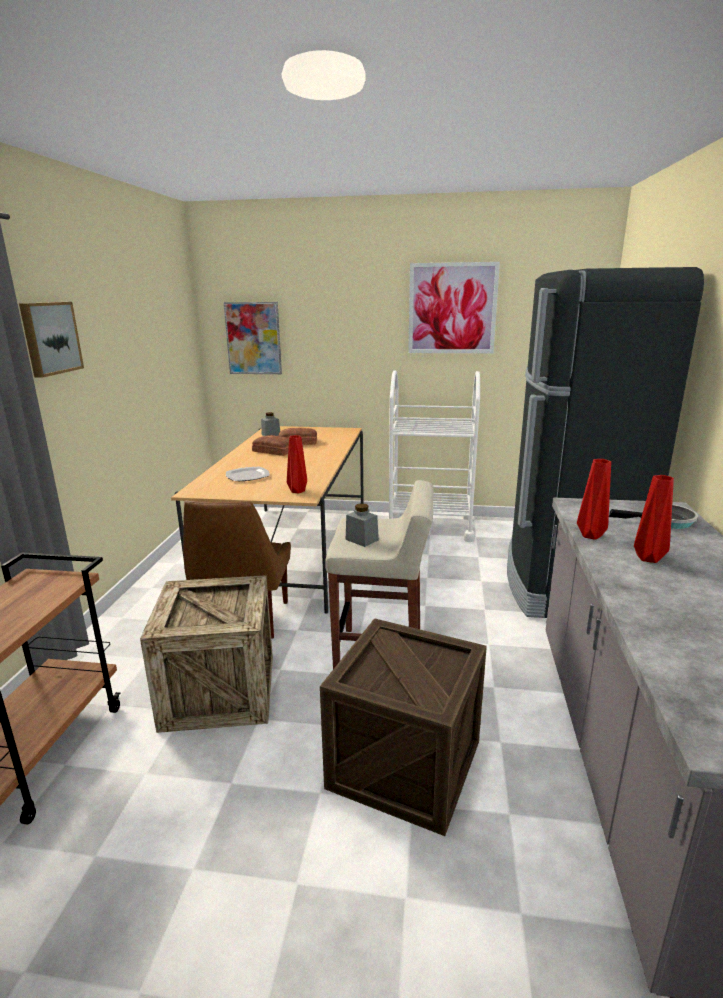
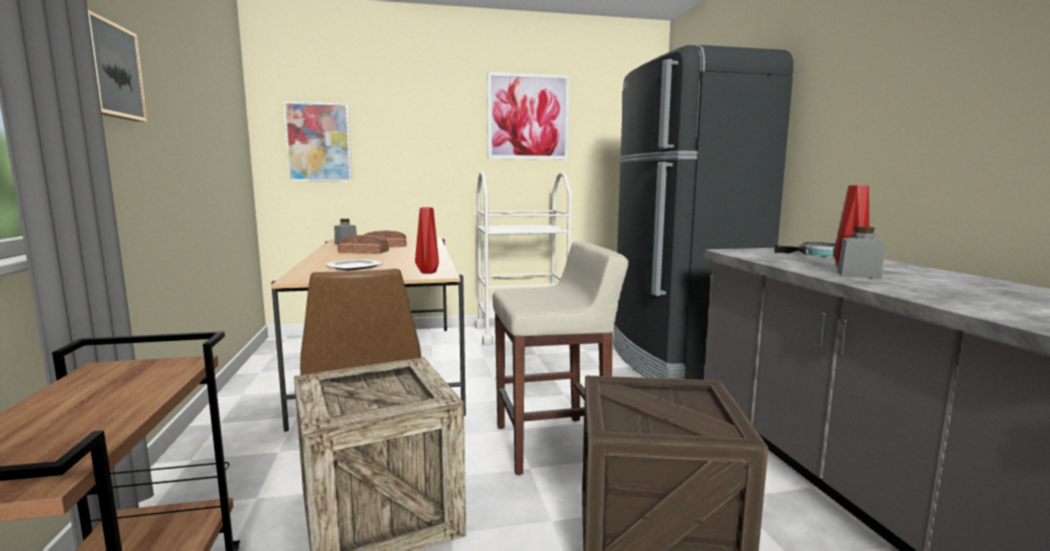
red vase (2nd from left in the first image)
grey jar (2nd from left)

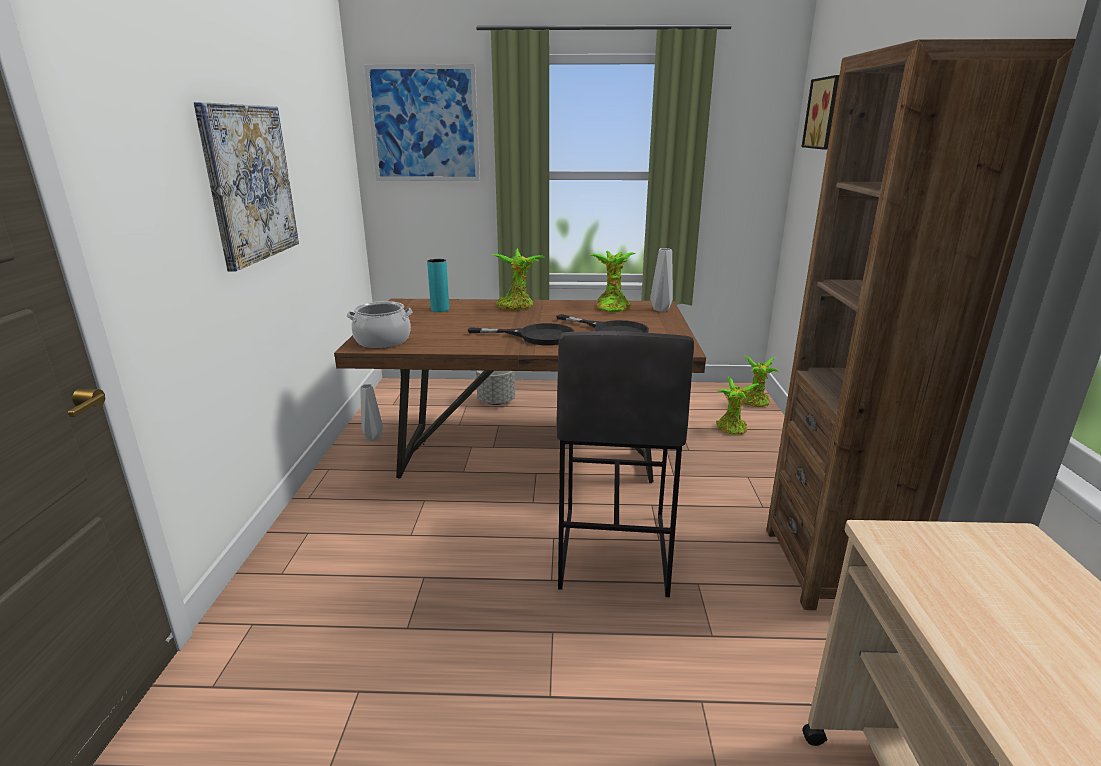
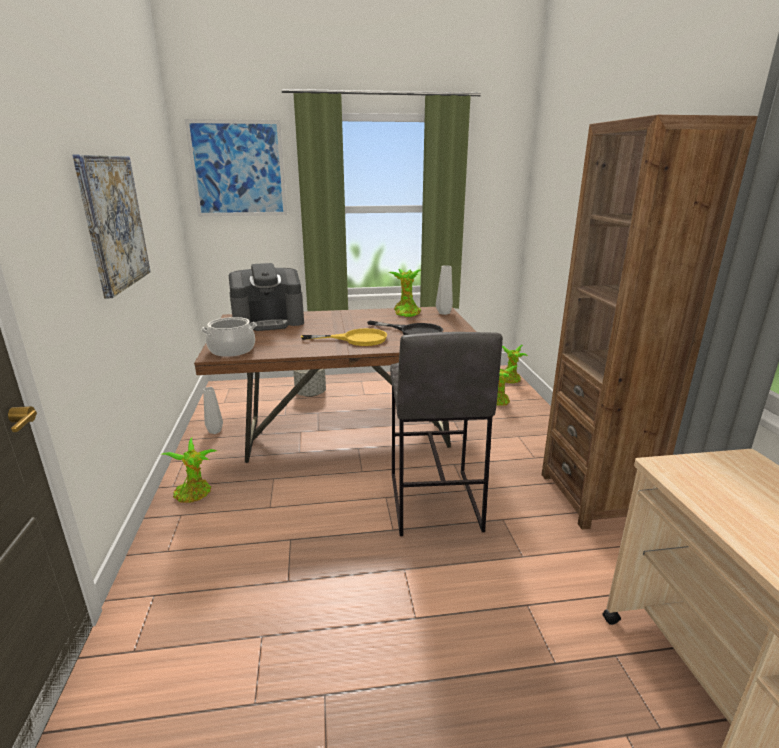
picture (3rd from left in the first image)
potted plant (1st from left)
coffee machine
yellow frying pan

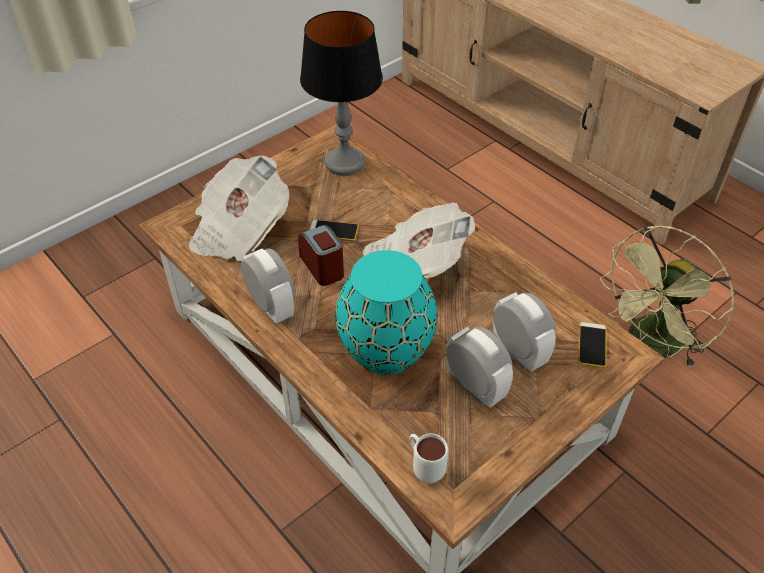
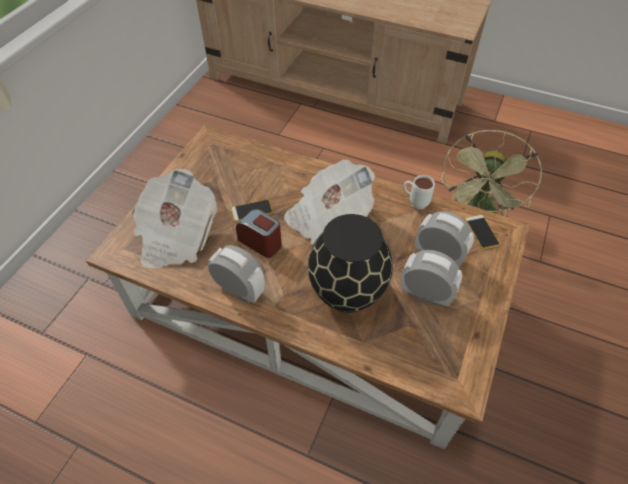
table lamp
black vase
white mug

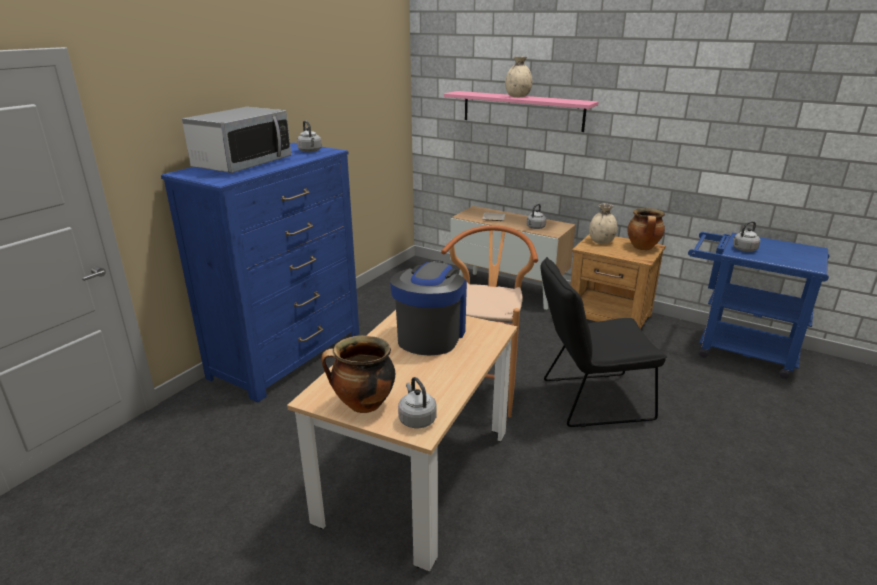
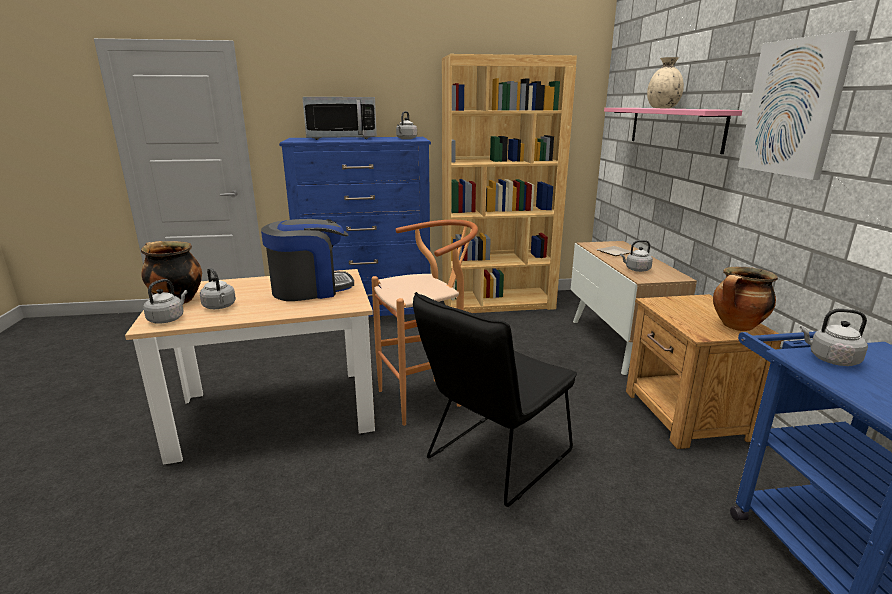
beige vase (2nd from left in the first image)
black chair
picture
brown bookcase
grey kettle (2nd from left)

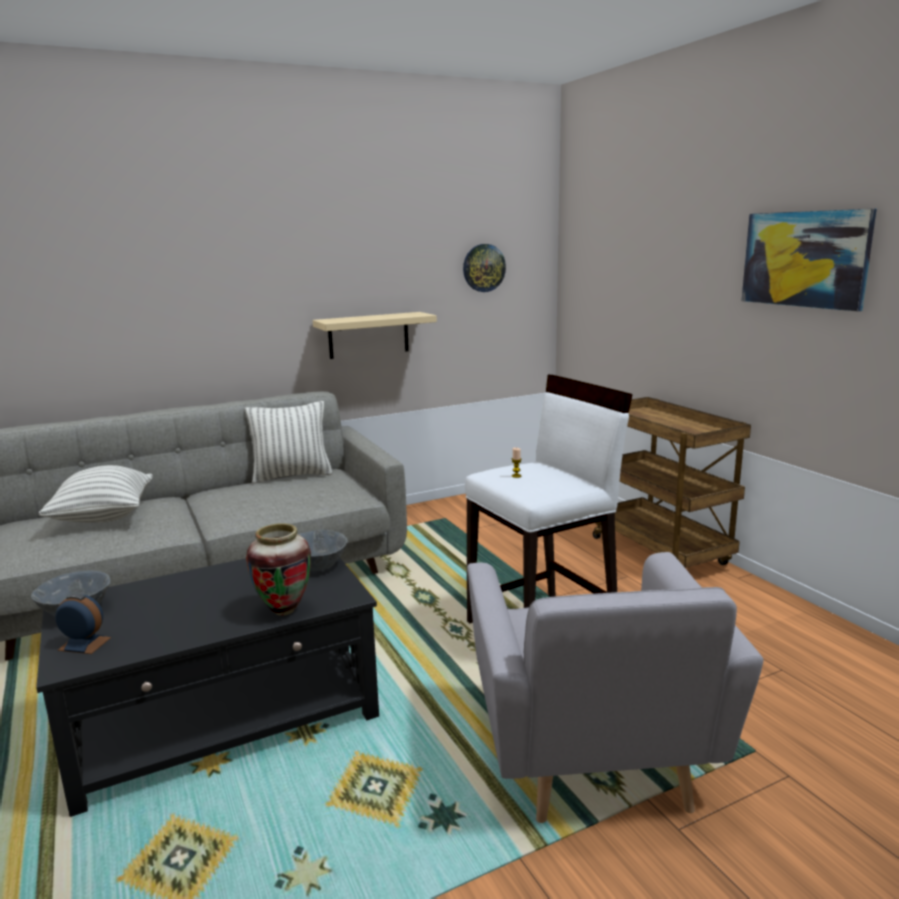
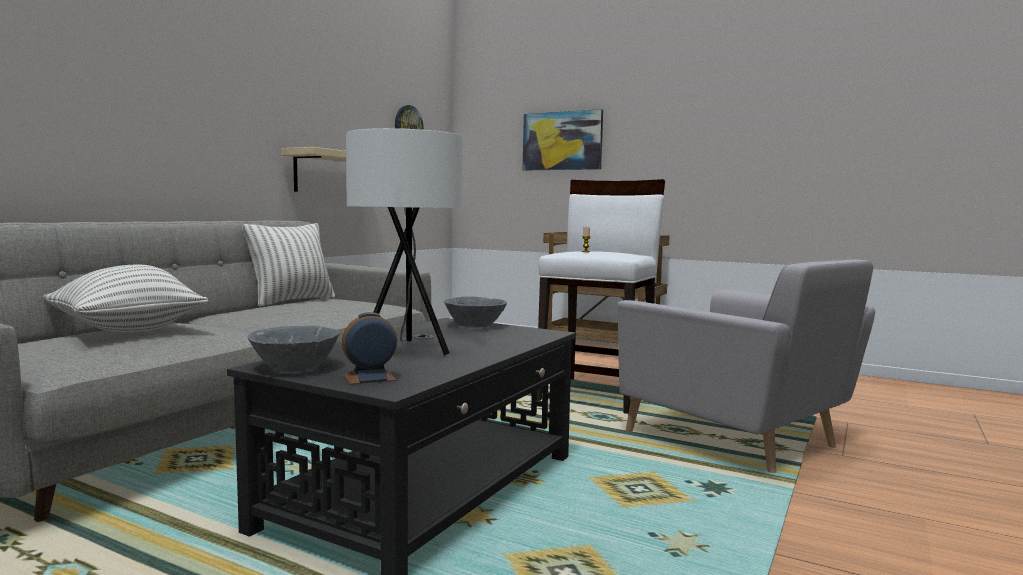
picture
vase
white table lamp

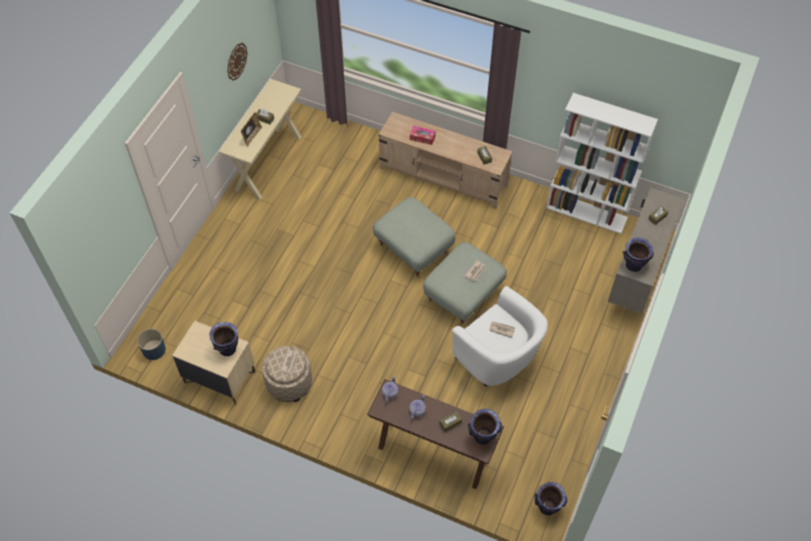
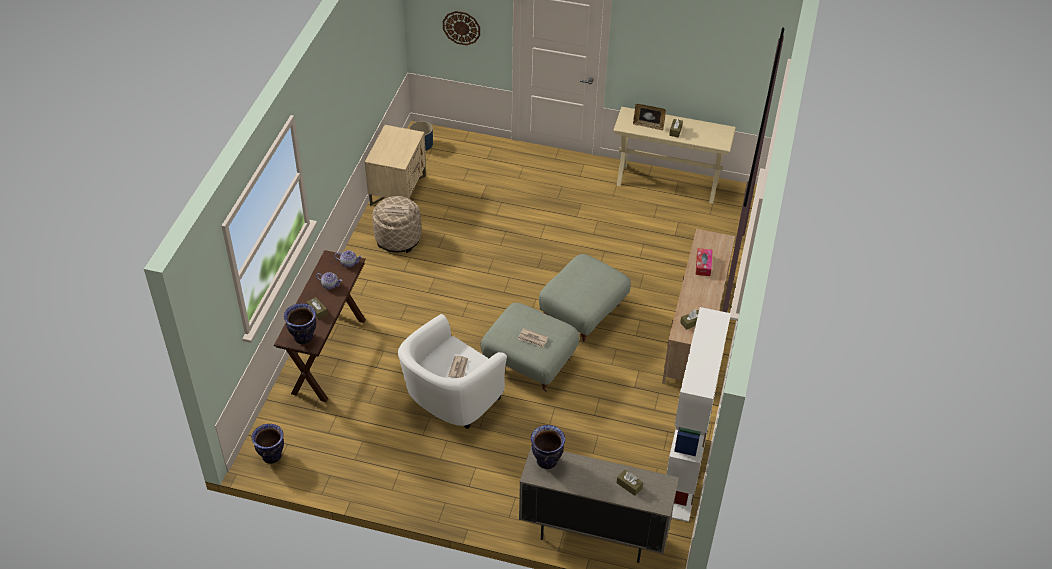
wall clock
vase (1st from left in the first image)

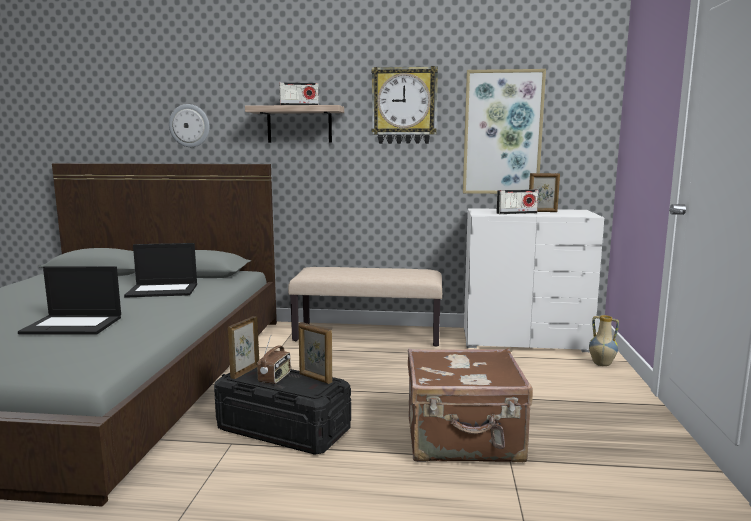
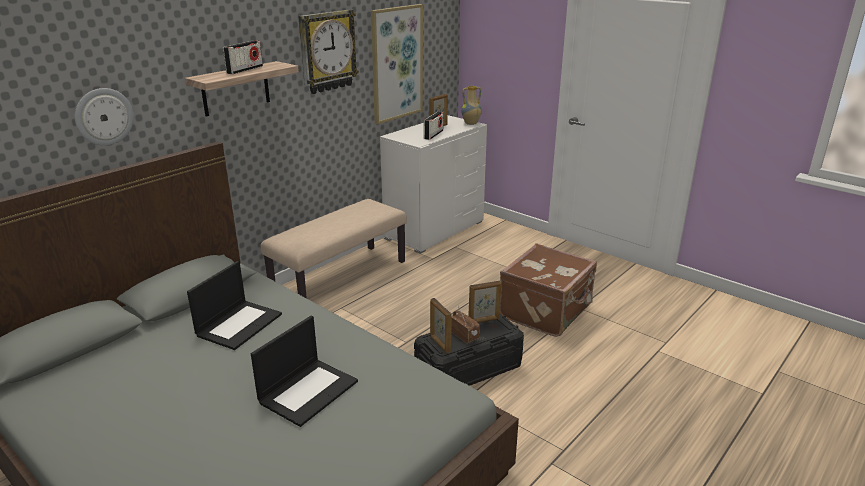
vase

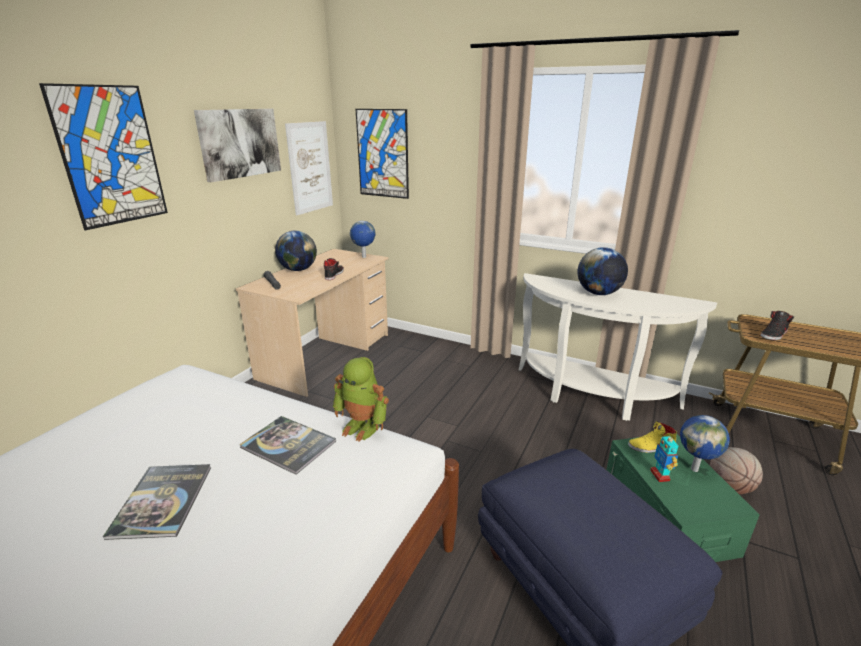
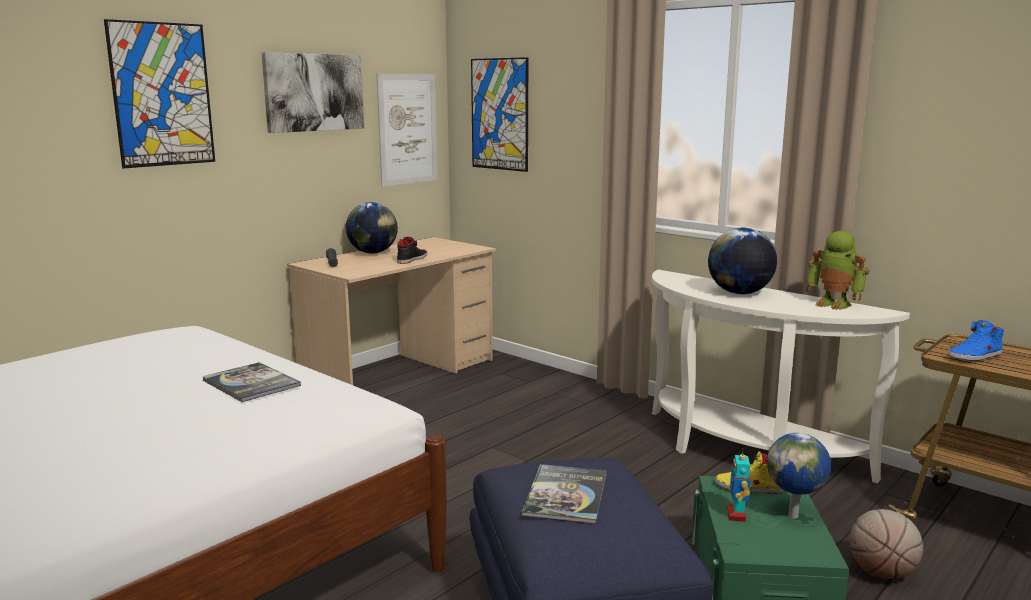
globe (2nd from left in the first image)
blue shoe
toy robot (2nd from left)
book (2nd from left)

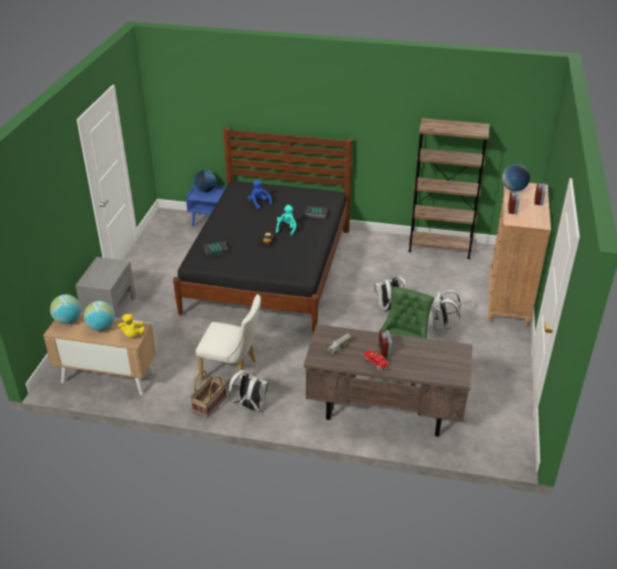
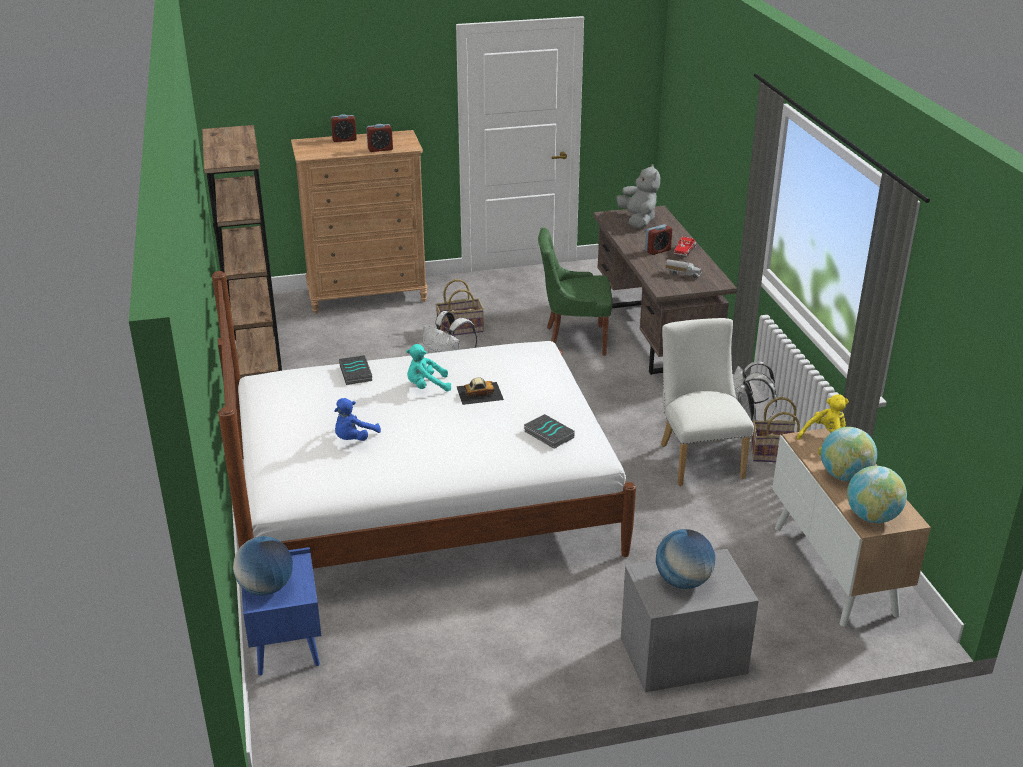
white bed
globe (2nd from left)
basket (1st from left)
grey plush toy

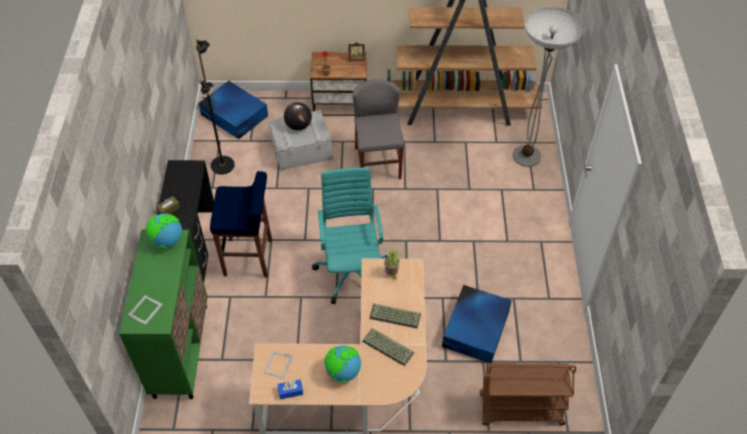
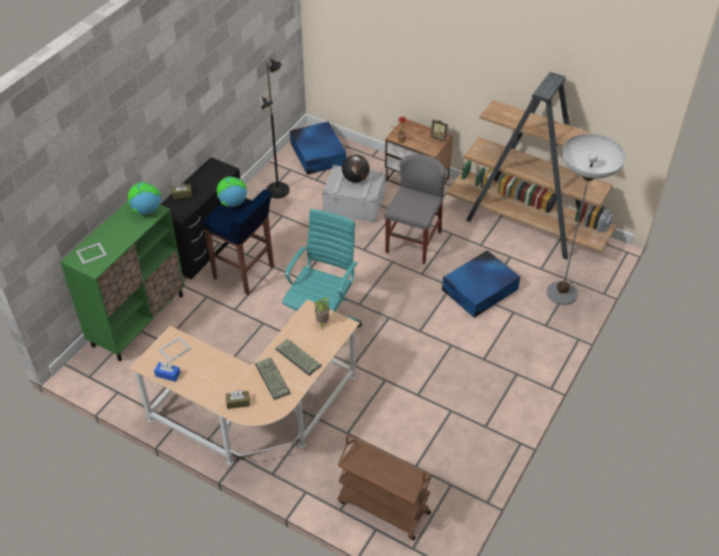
blue storage box (2nd from left)
globe (2nd from left)
brown tissue box (2nd from left)

